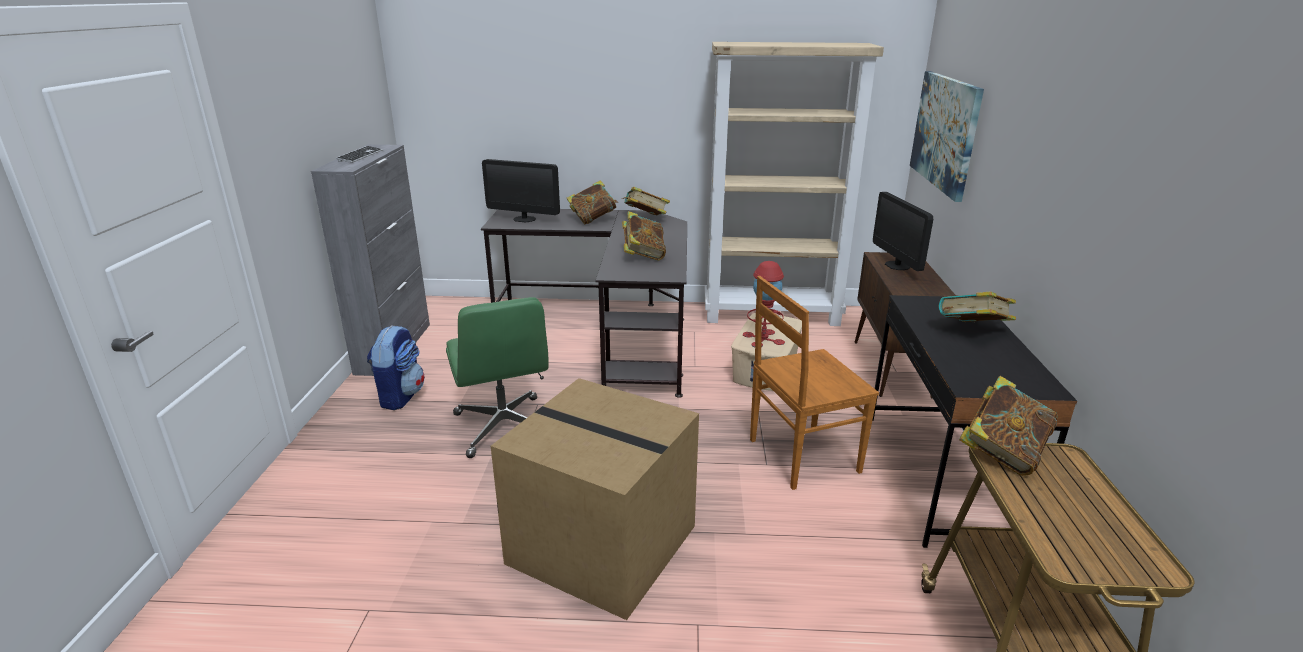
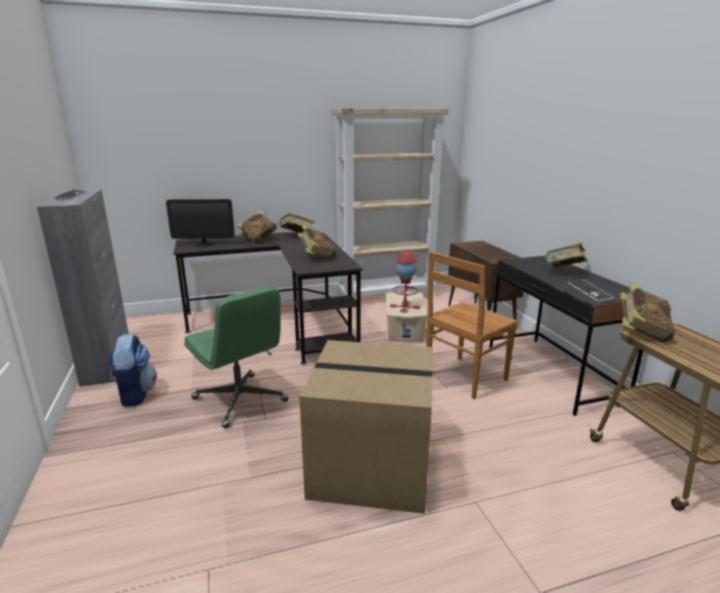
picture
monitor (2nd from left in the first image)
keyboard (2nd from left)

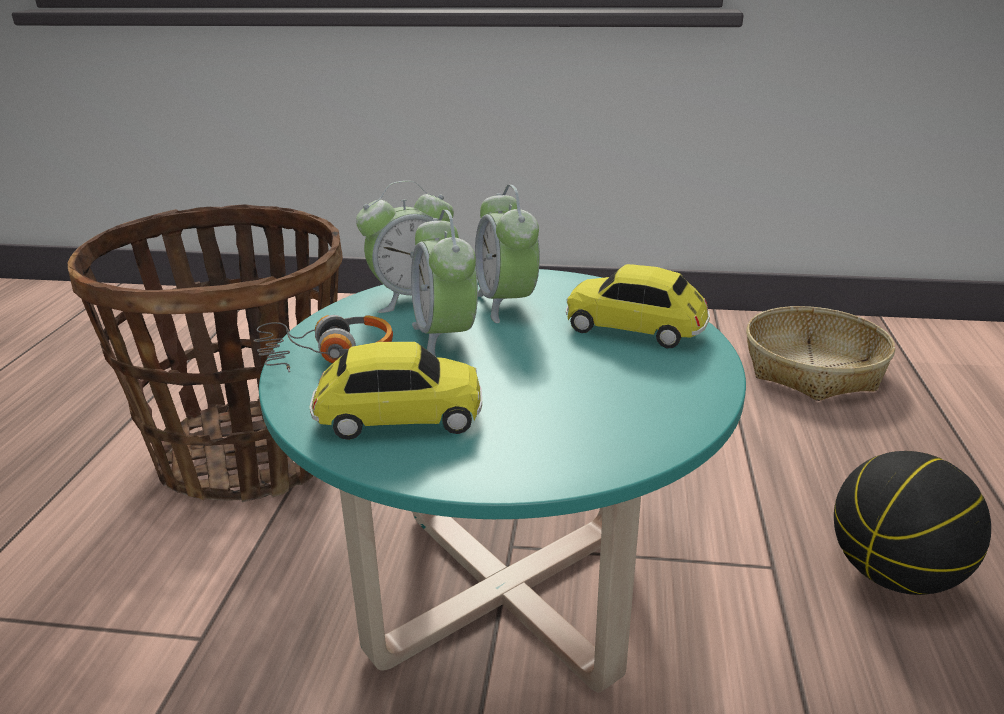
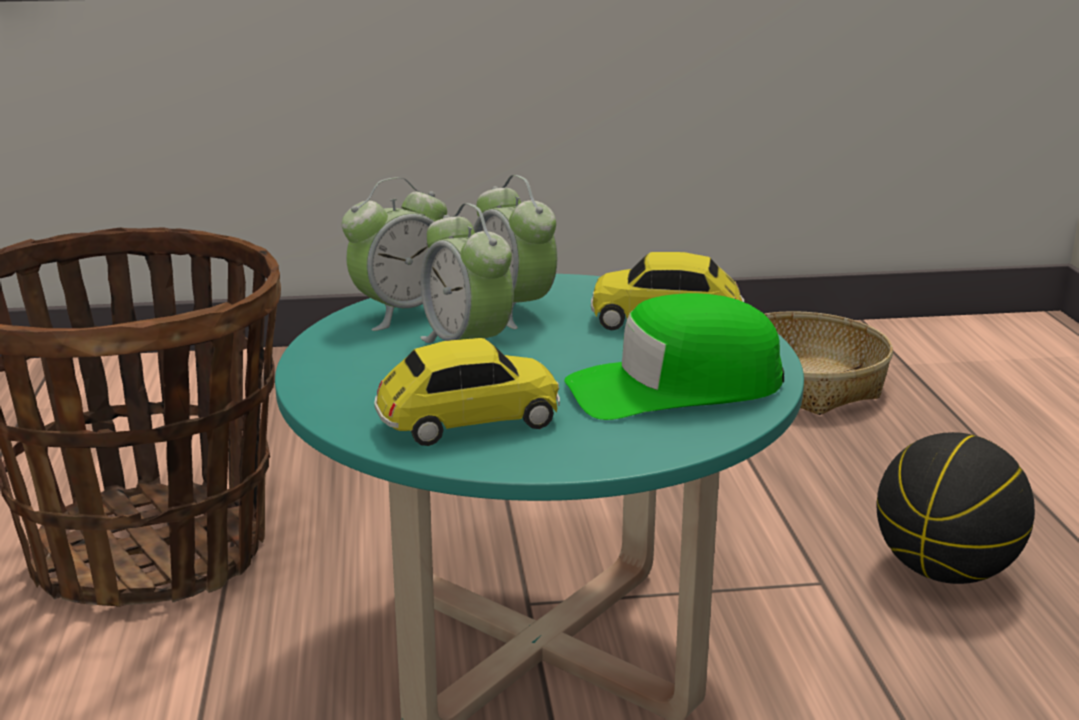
headphones
green cap

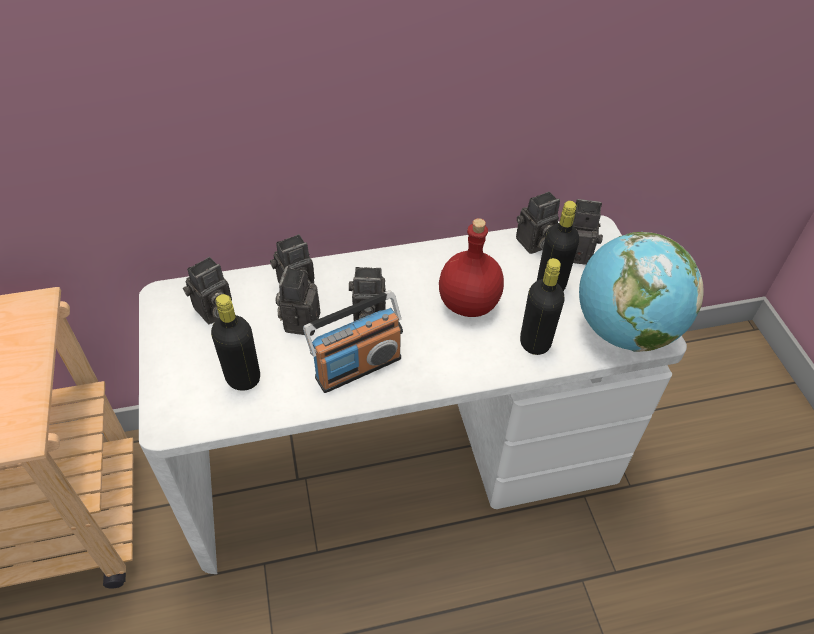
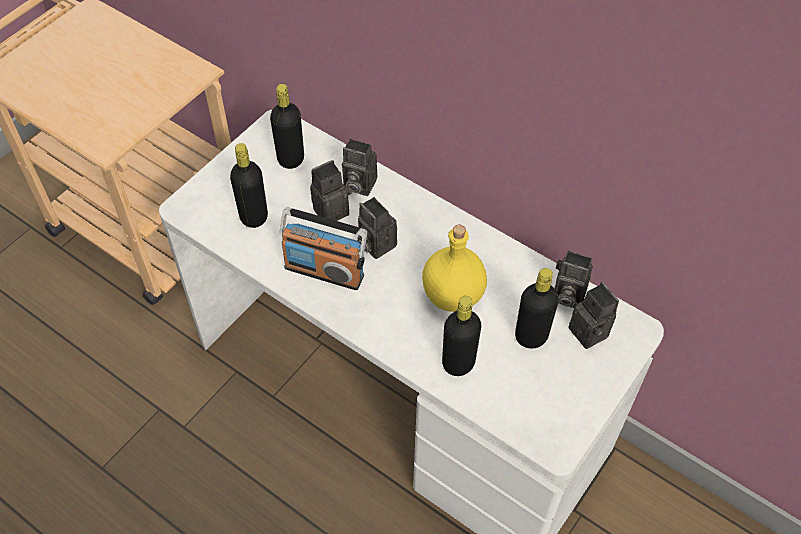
yellow bottle
globe
black bottle (2nd from left)

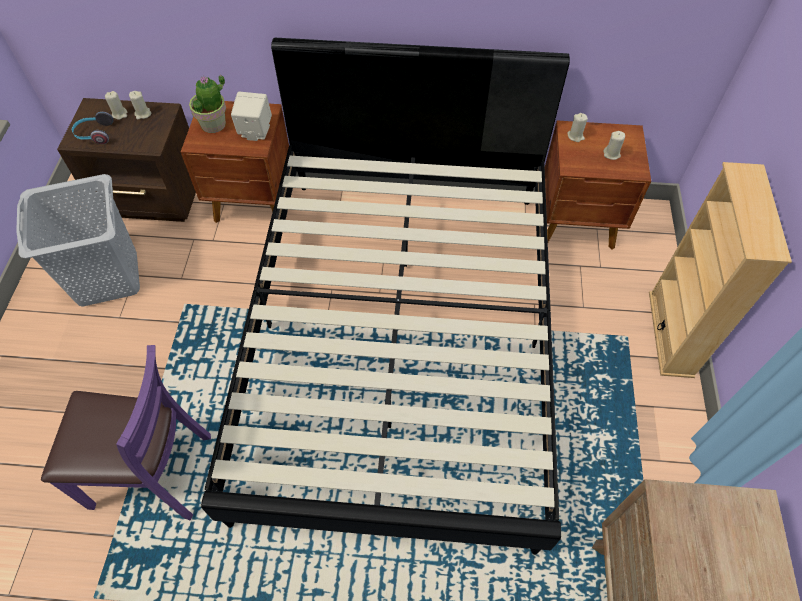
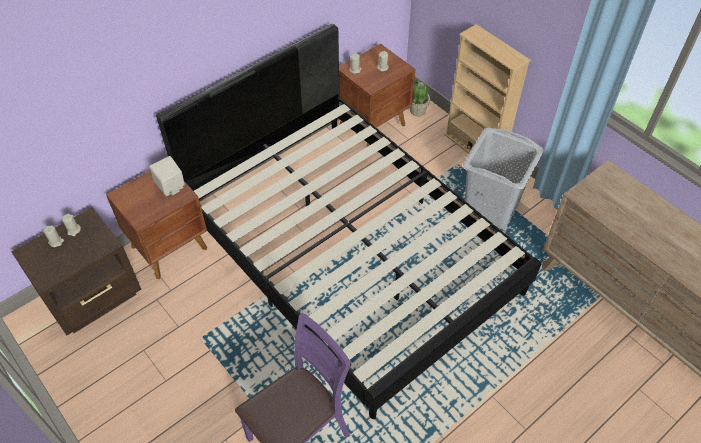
potted plant
headphones
grey laundry basket

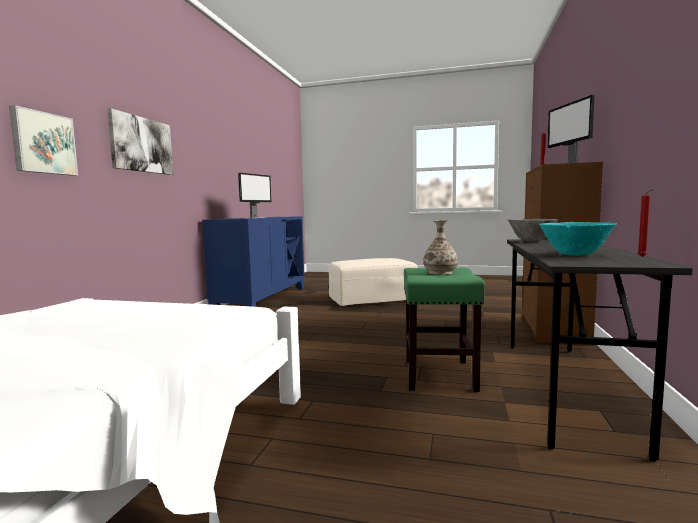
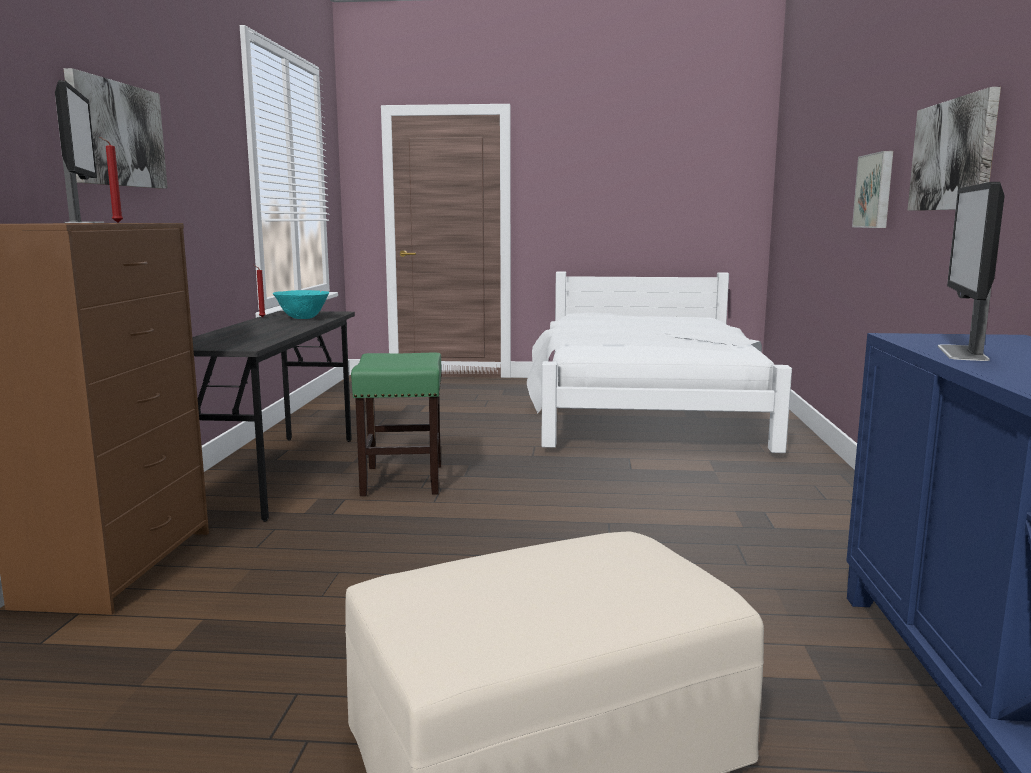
grey bowl
vase
picture (1st from left)

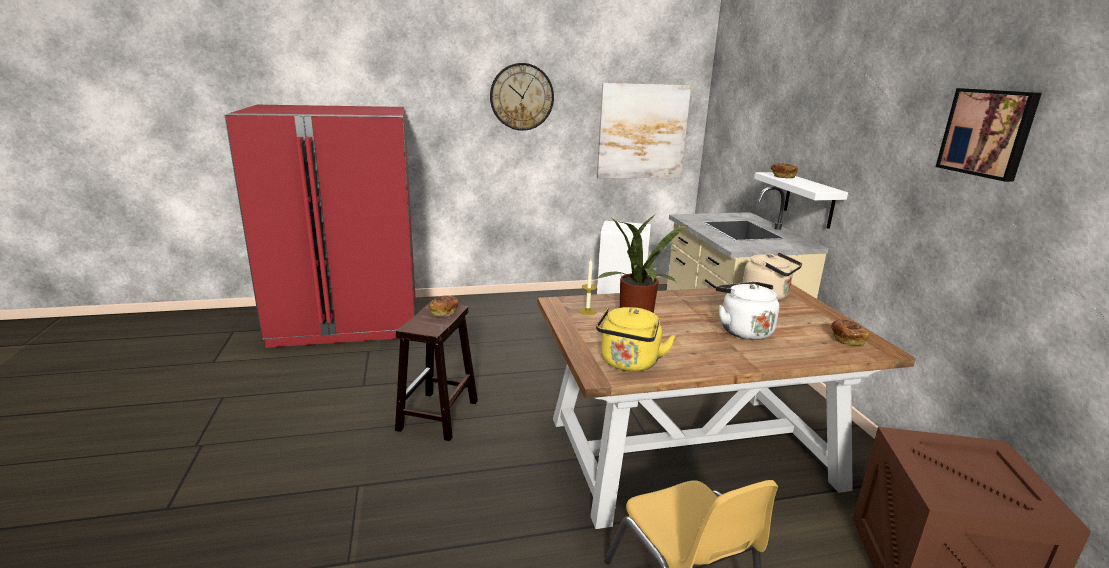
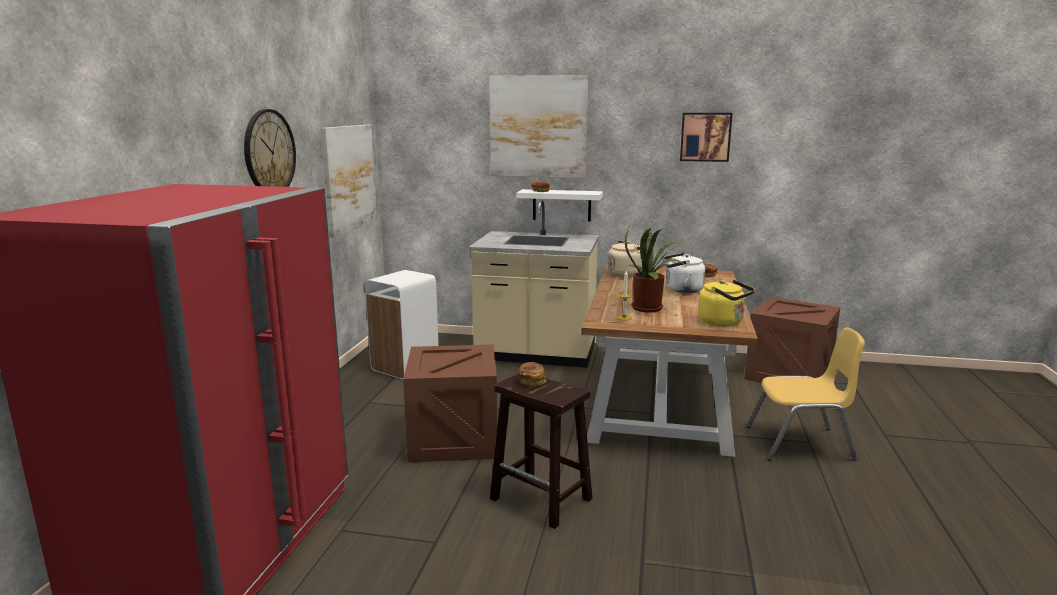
picture (2nd from left)
crate (1st from left)

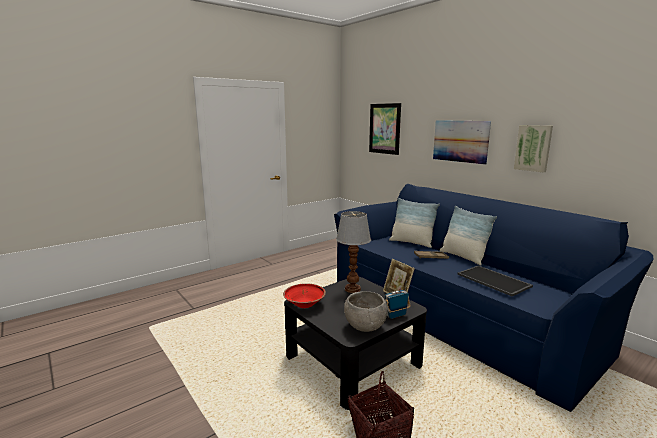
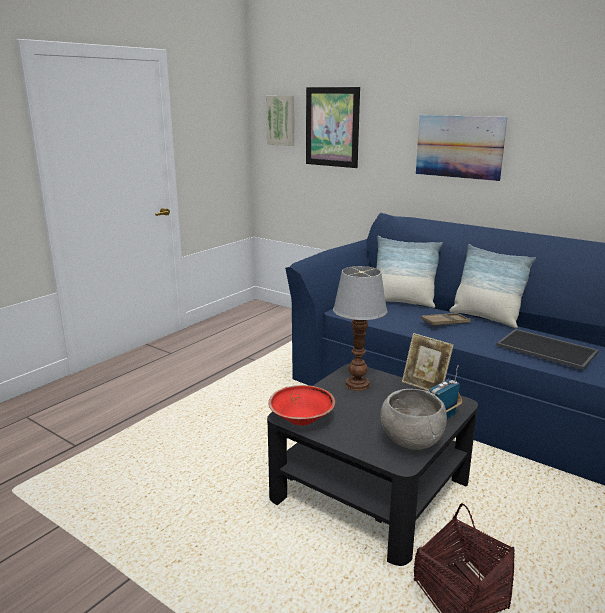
picture (1st from left)

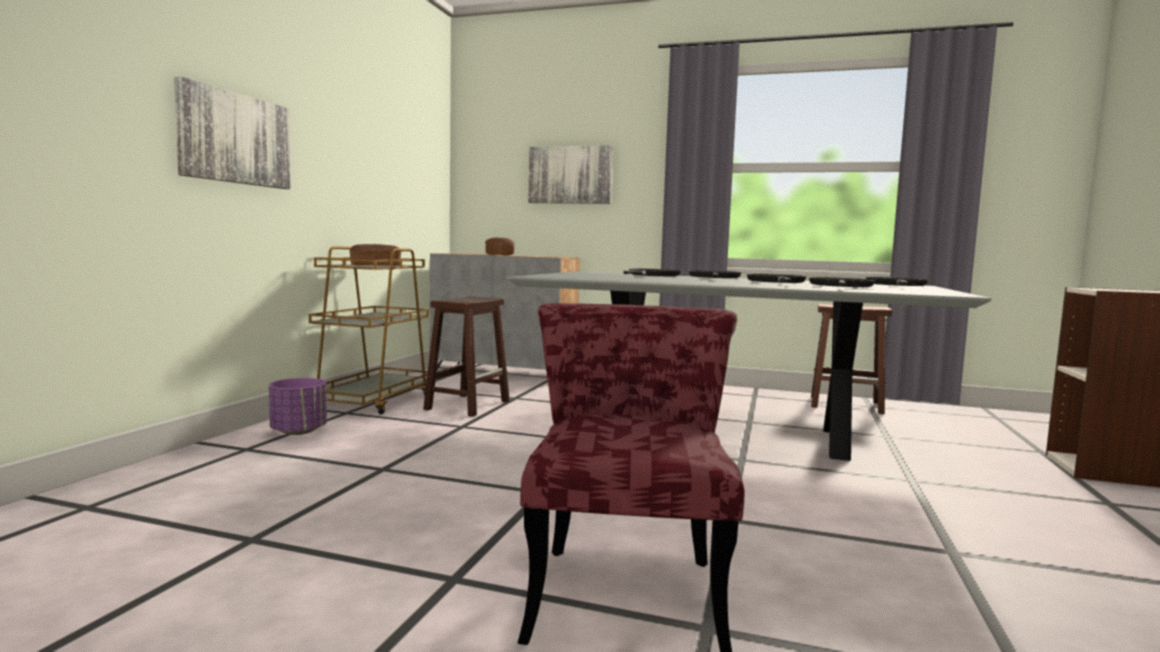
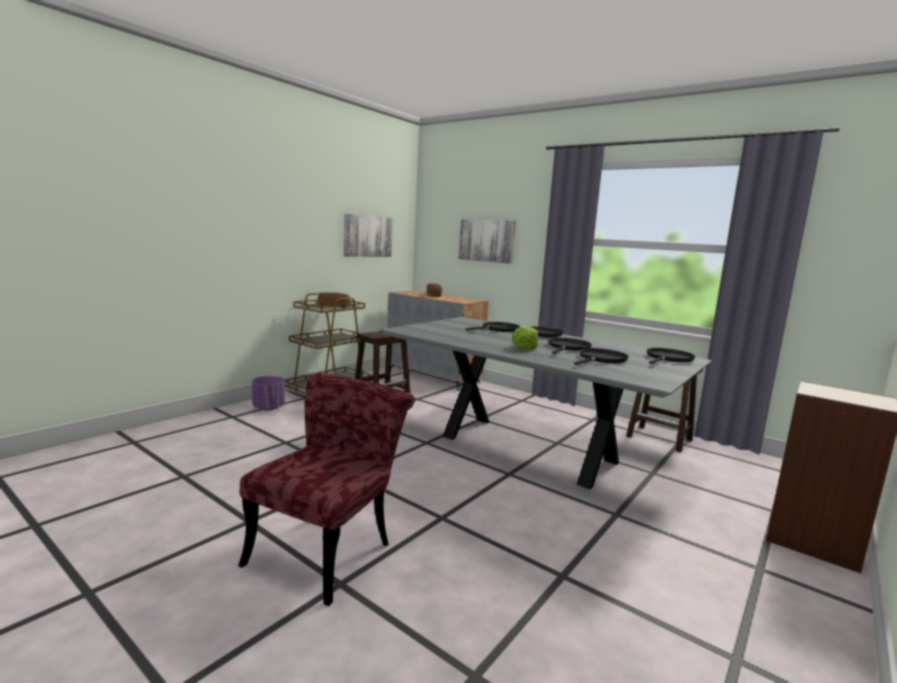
picture (1st from left)
lettuce

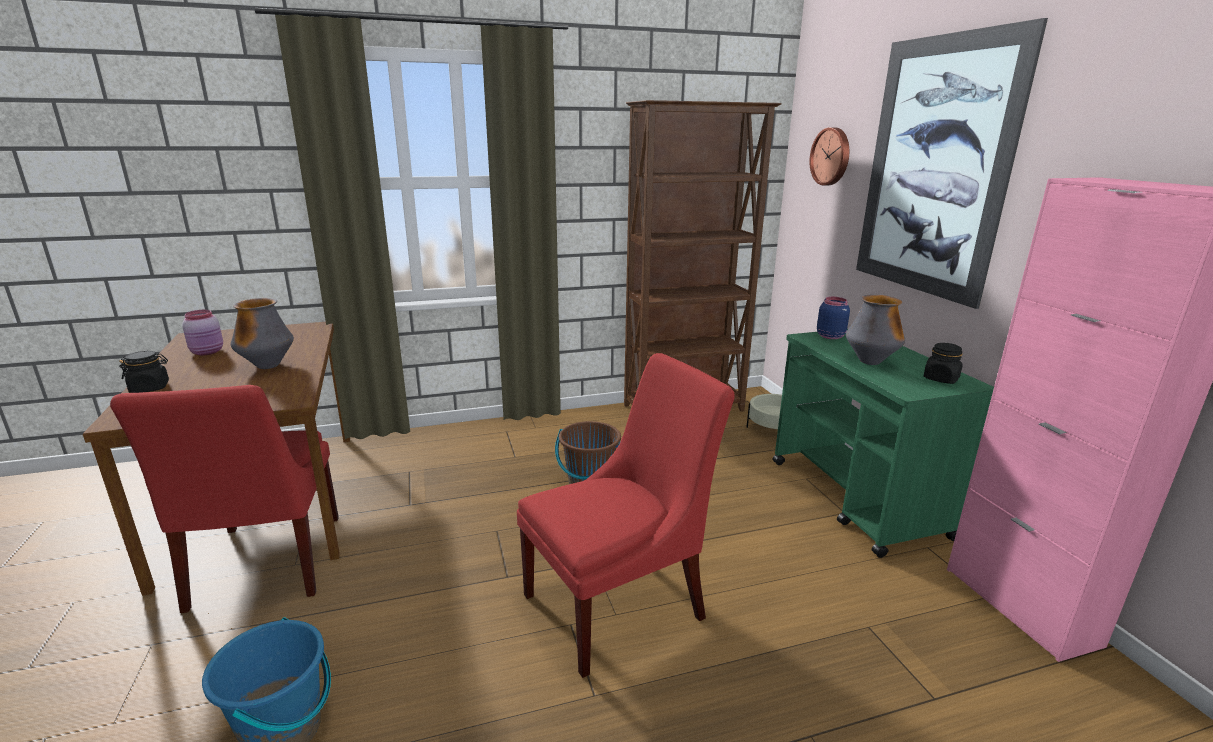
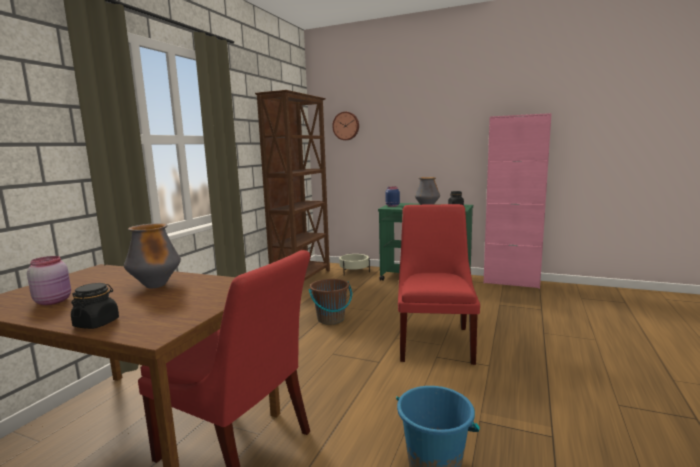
picture

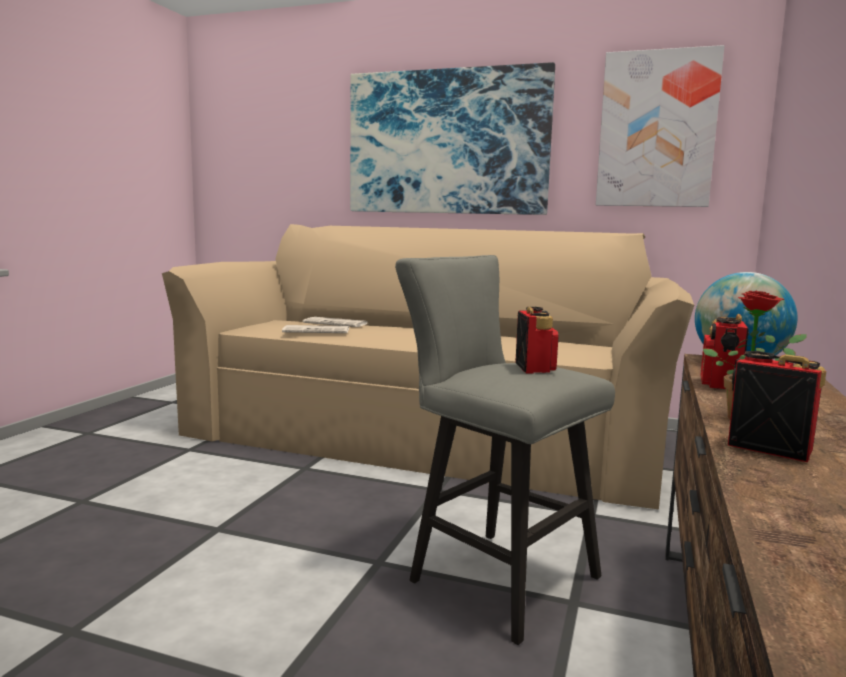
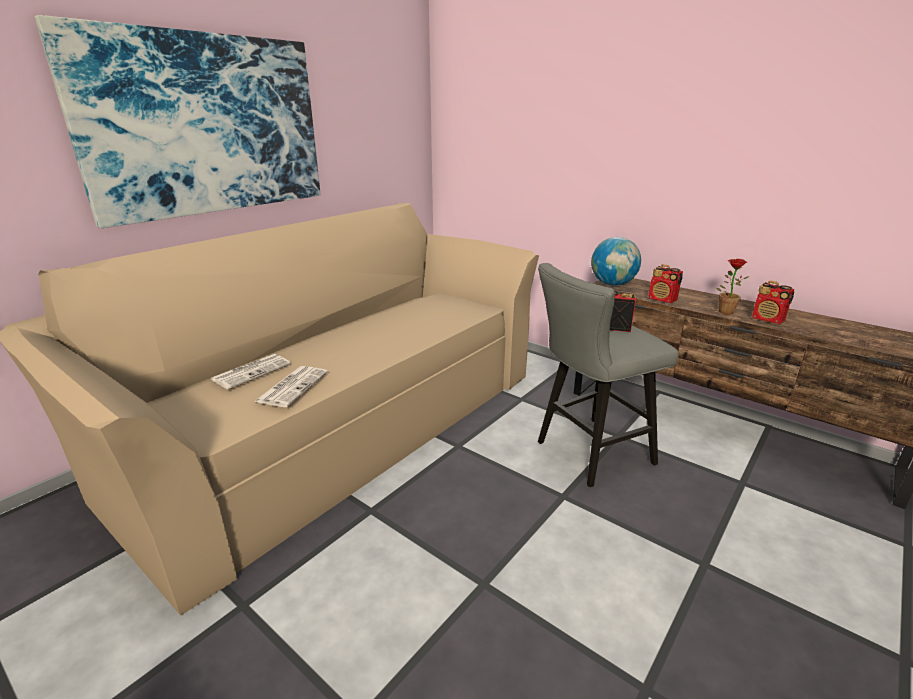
picture (2nd from left in the first image)
radio (3rd from left)

